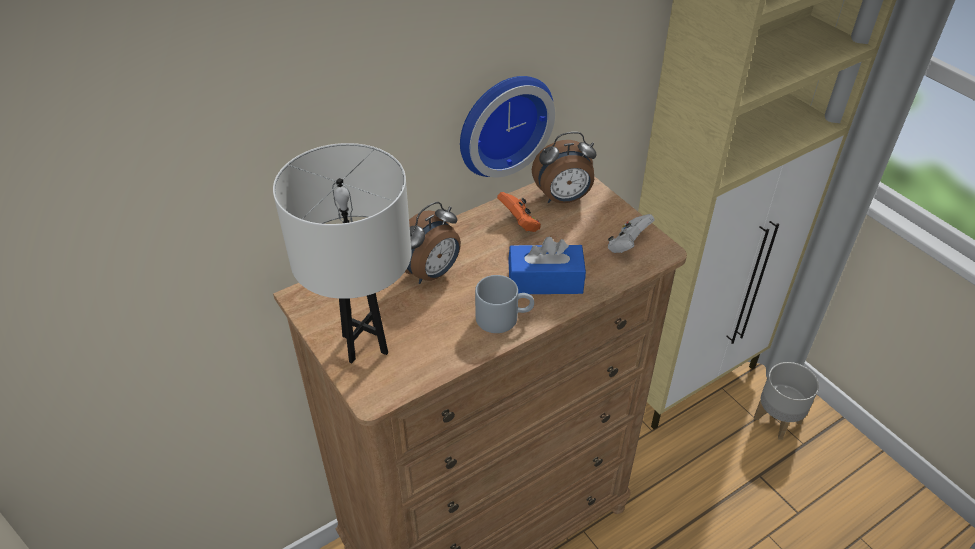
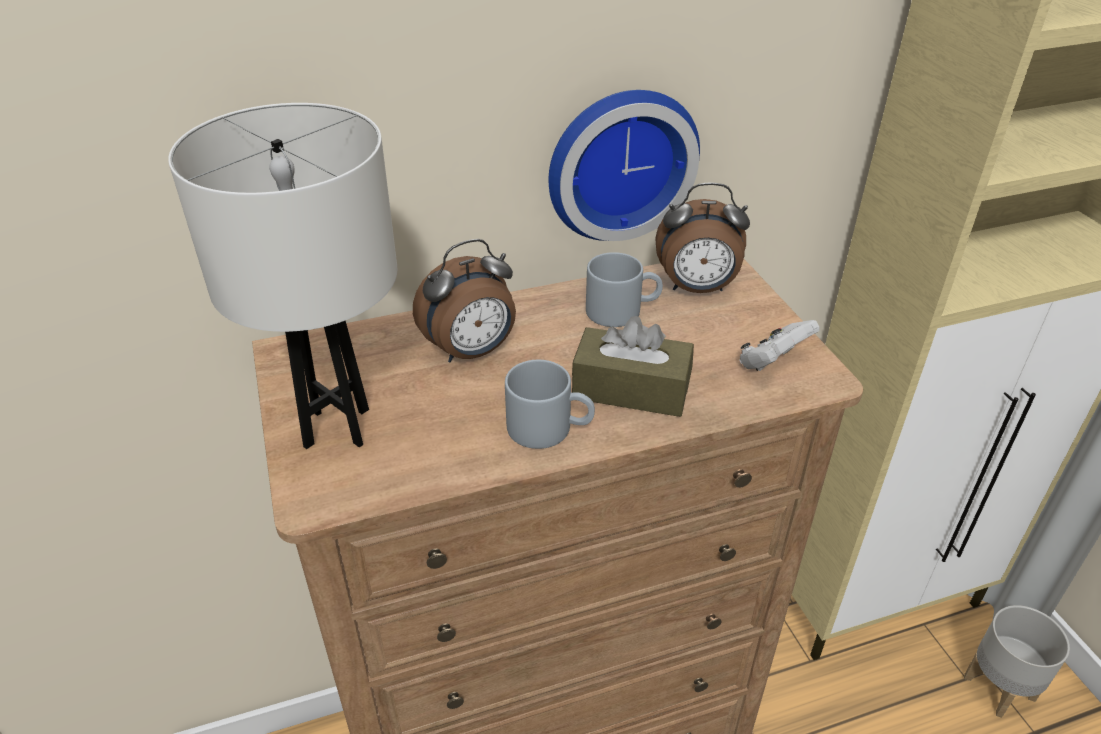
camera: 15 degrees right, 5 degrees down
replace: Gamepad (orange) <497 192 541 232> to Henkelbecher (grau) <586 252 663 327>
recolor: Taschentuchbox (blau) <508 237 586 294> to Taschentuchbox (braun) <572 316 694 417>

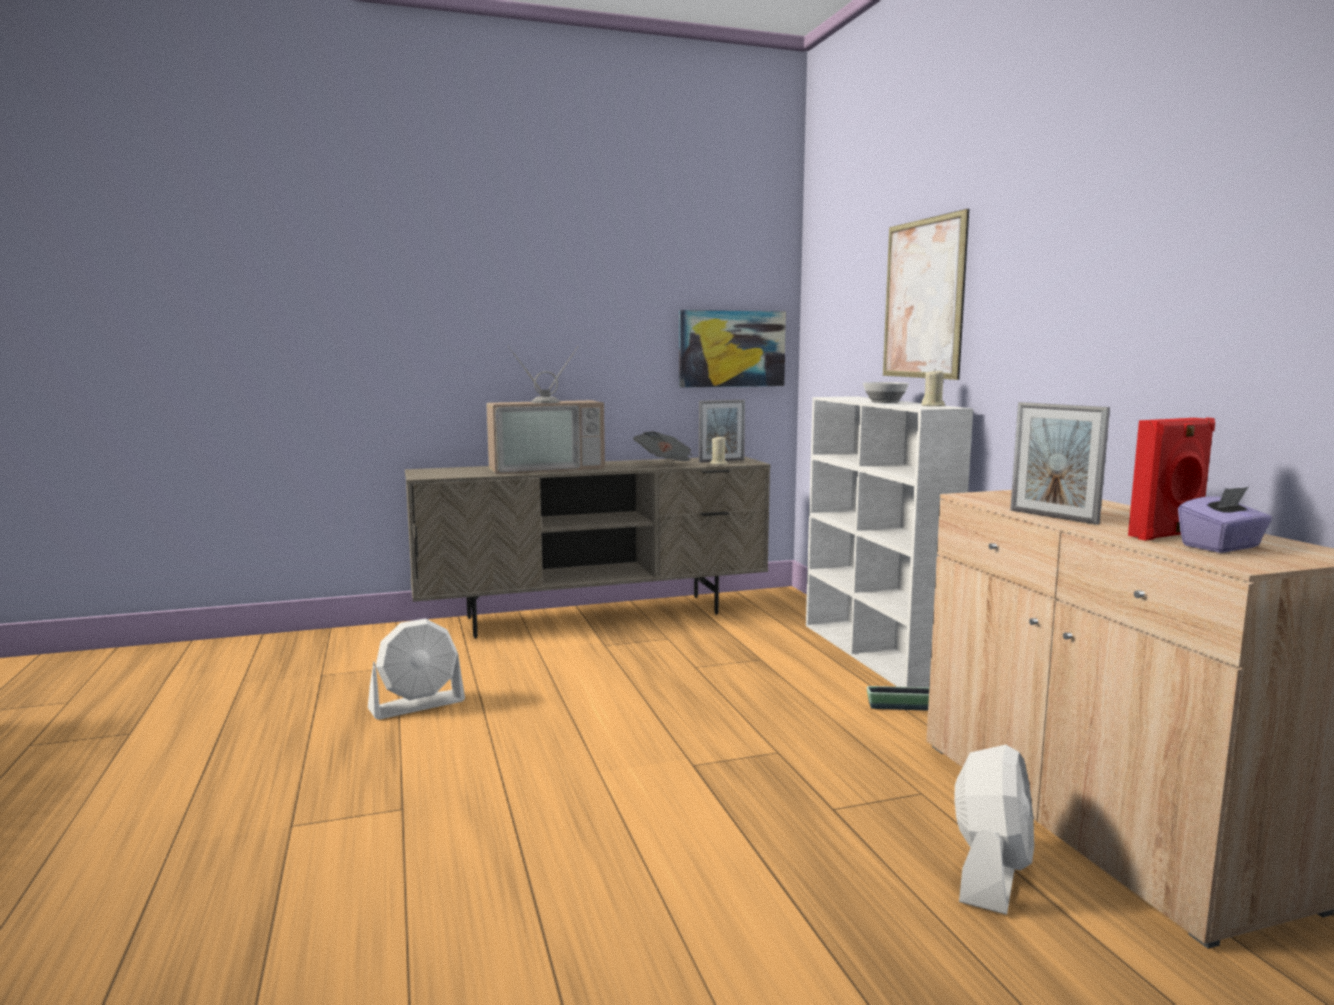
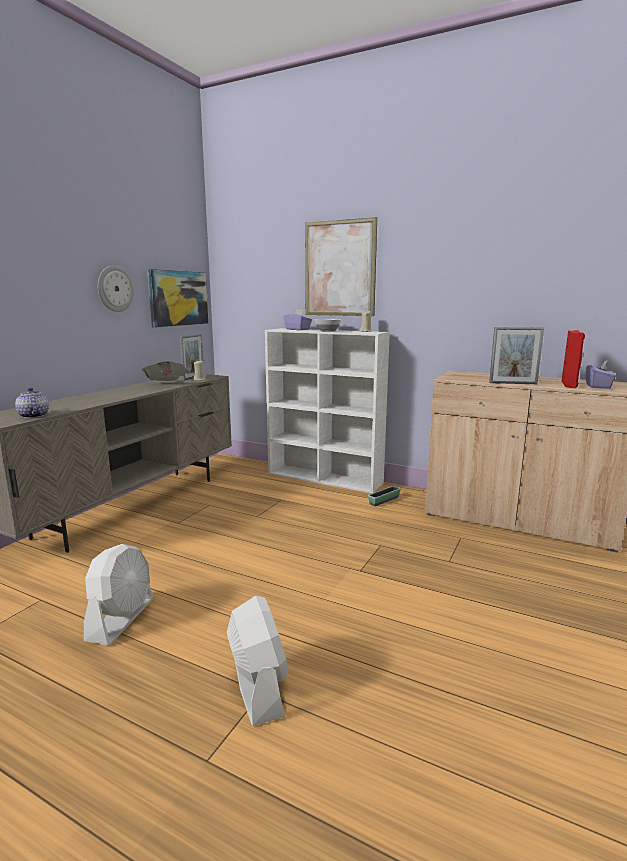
camera: 45 degrees left, 5 degrees up
delete: Fernseher <486 346 605 474>
insert: Wanduhr <98 265 134 312>; Taschentuchbox (lila) <284 309 312 330>; Teekanne <15 388 49 418>
move: Ventilator (weiß) <954 745 1034 915> to <227 596 289 726>

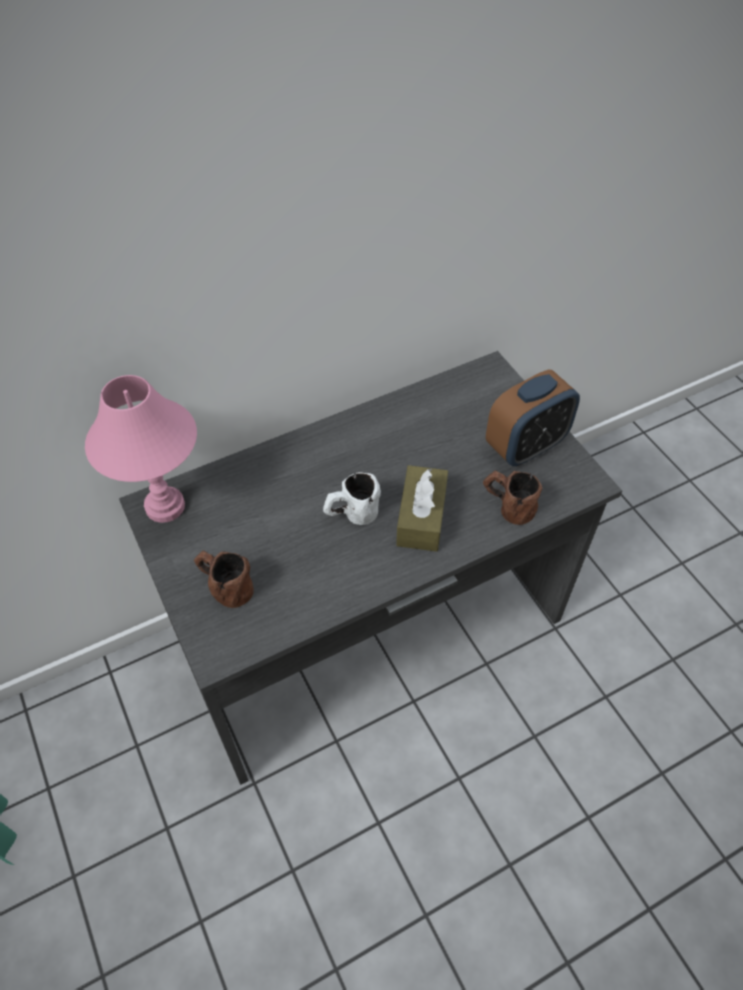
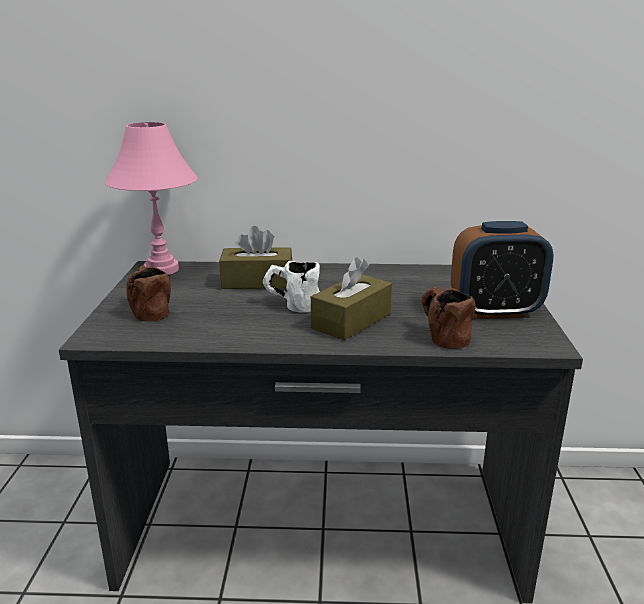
camera: 30 degrees right, 30 degrees down
insert: Taschentuchbox (braun) <219 226 292 289>

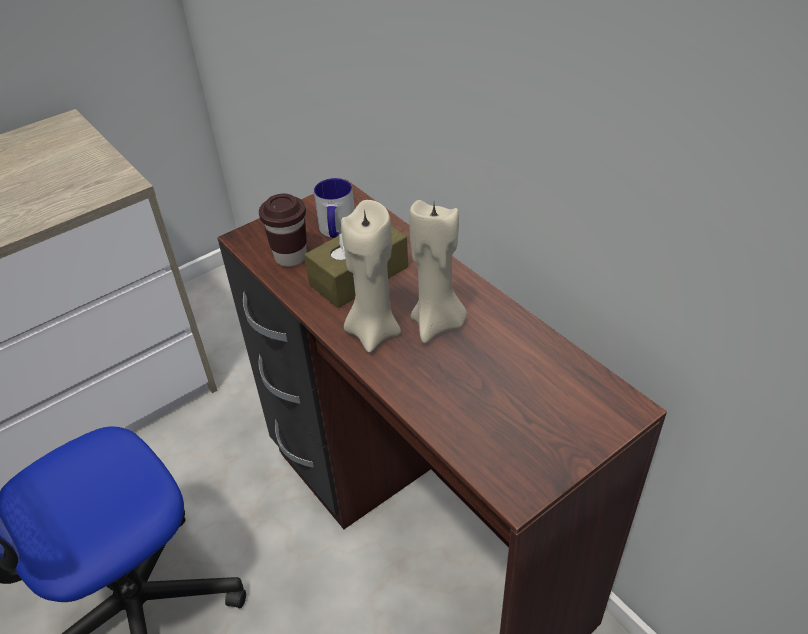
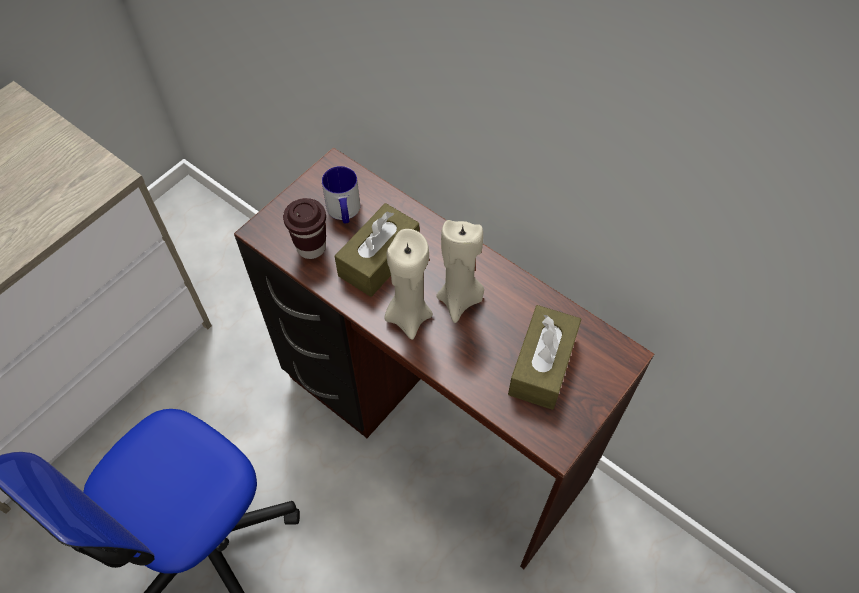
camera: 15 degrees left, 15 degrees up
insert: Taschentuchbox (braun) <508 305 582 410>

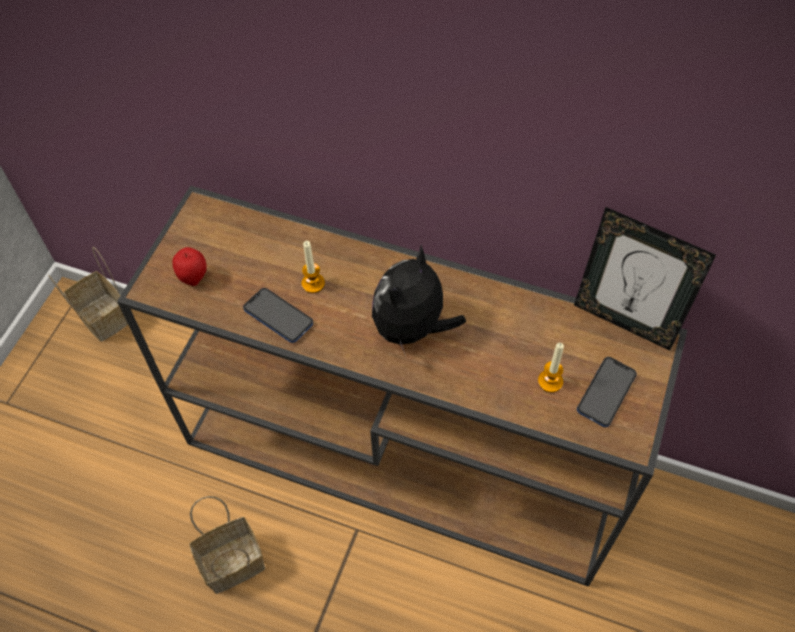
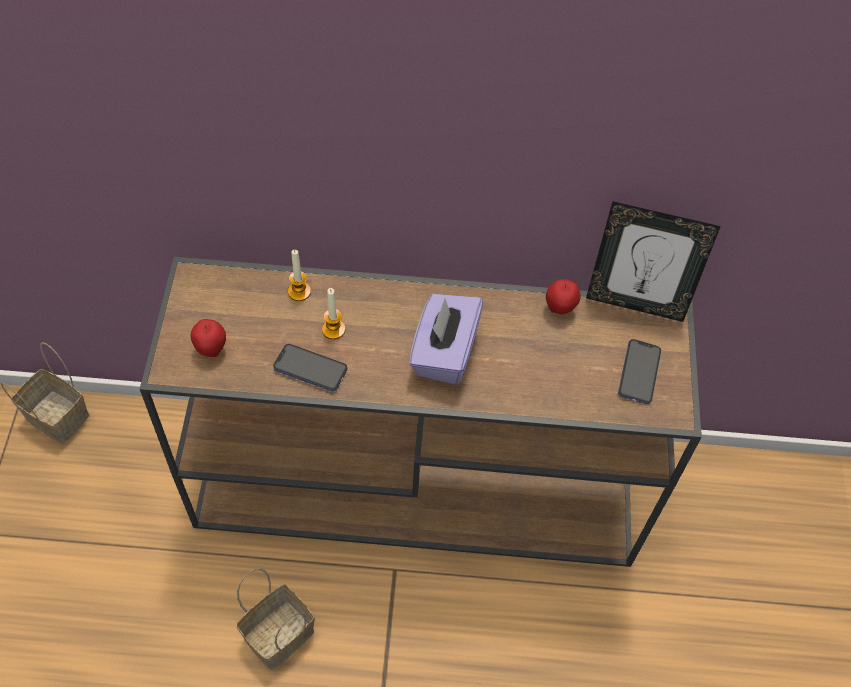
camera: 20 degrees left, 0 degrees up
insert: Apfel <546 279 581 314>
move: Kerze <538 343 564 393> to <288 250 311 301>
replace: Plüschtier <372 245 466 356> to Taschentuchbox (lila) <409 294 483 385>

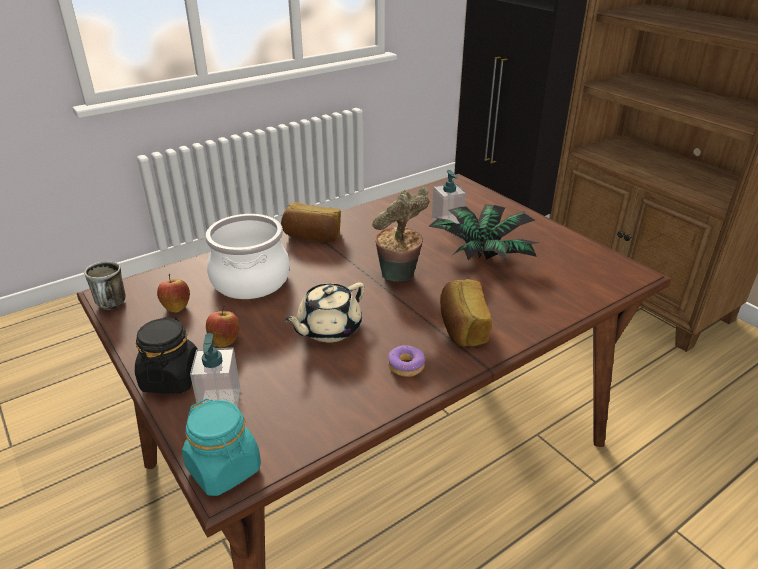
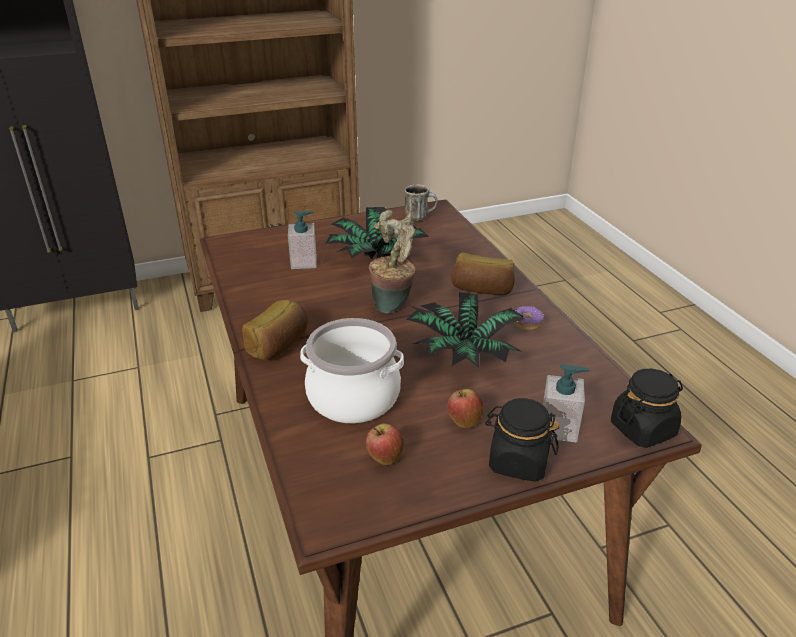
camera: 75 degrees left, 0 degrees up
move: Henkelbecher <84 261 126 310> to <404 184 437 222>
replace: Teekanne (beige) <284 282 365 343> to Topfpflanze <406 292 524 367>
recolor: Vorratsglas (türkis) <182 398 261 496> to Vorratsglas (schwarz) <611 369 683 448>

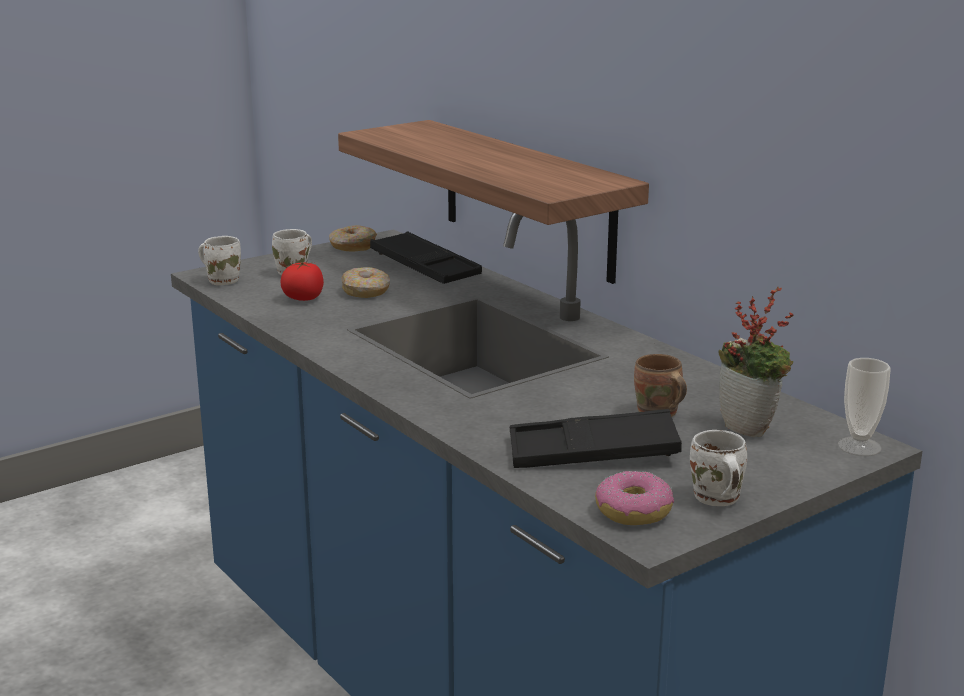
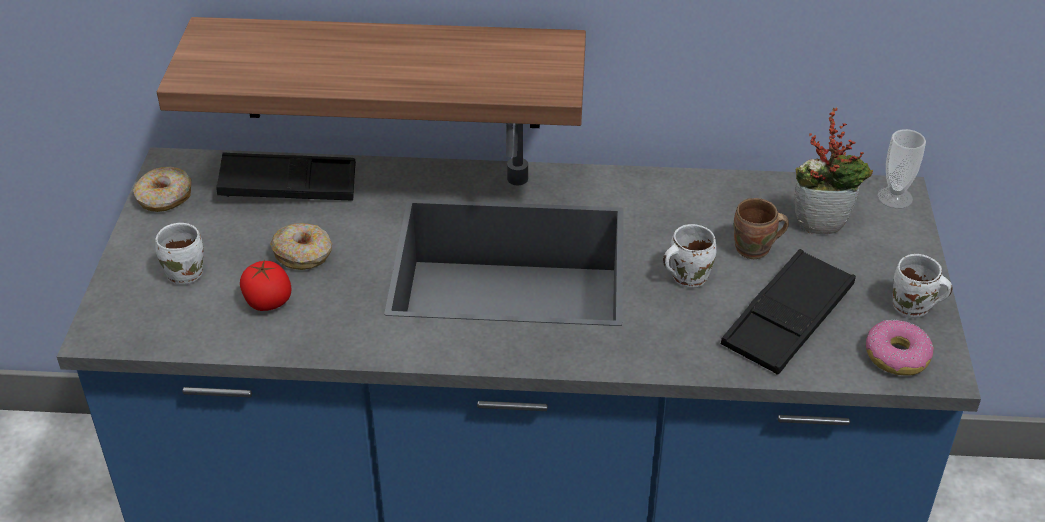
camera: 50 degrees left, 20 degrees up
move: Henkelbecher (weiß) <198 236 241 286> to <663 224 716 288>

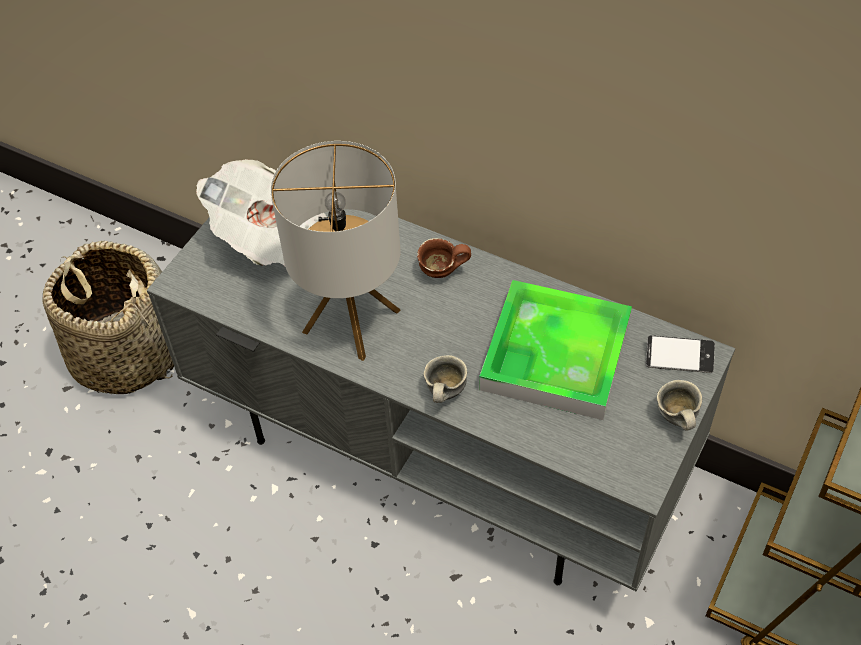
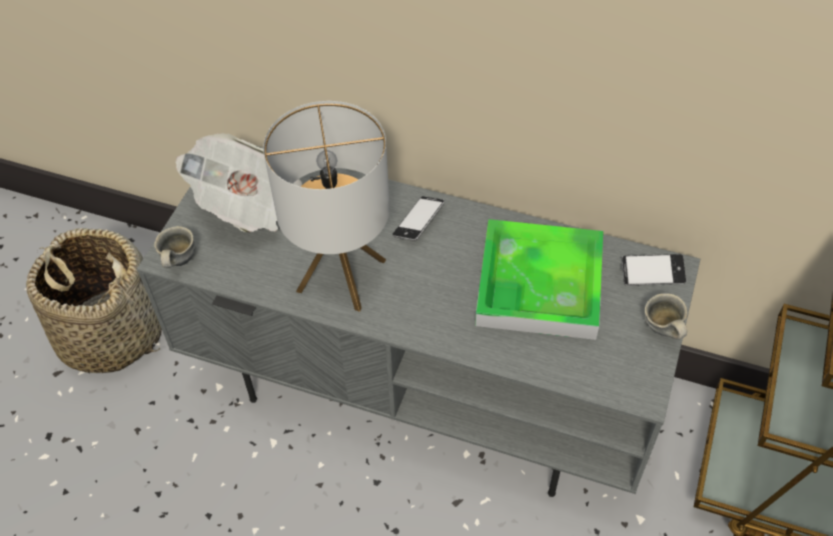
camera: 10 degrees left, 0 degrees up
move: Henkelbecher (grau) <423 355 467 403> to <154 226 195 268>
replace: Henkelbecher (braun) <417 238 471 278> to Handy <392 196 445 241>

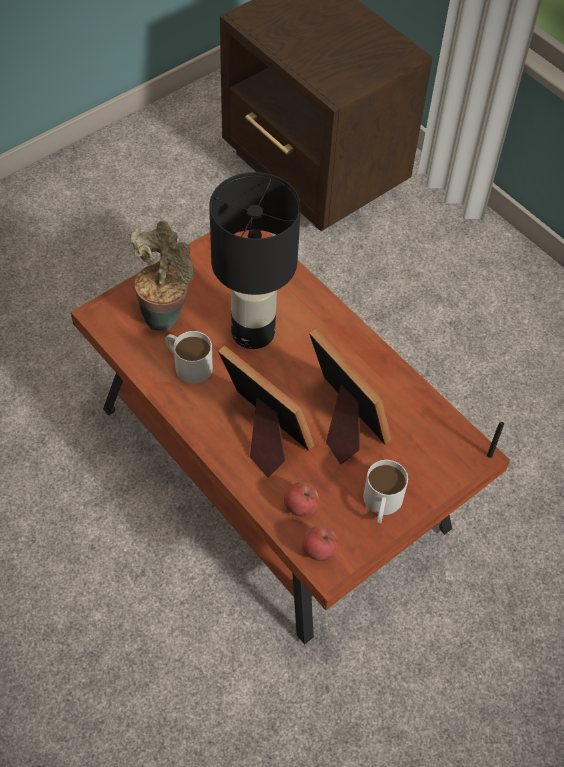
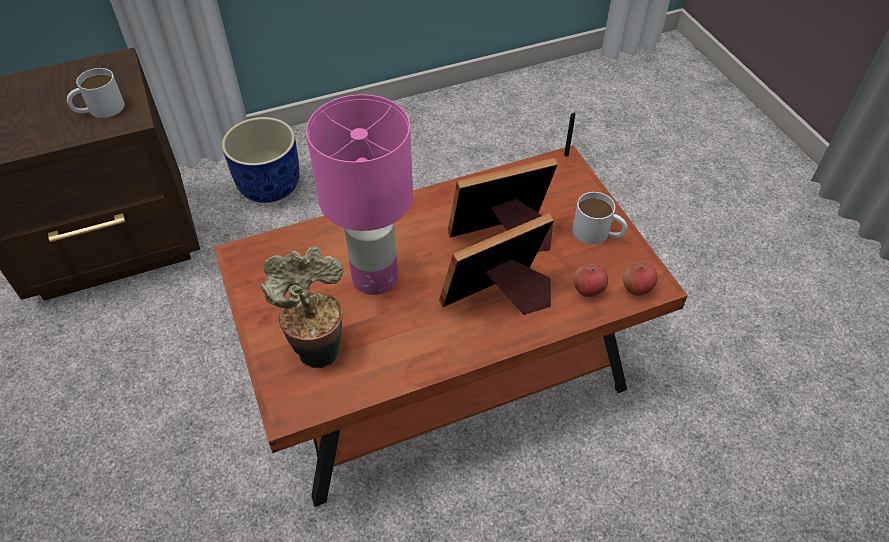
camera: 70 degrees left, 5 degrees down
insert: Pflanzkübel (blau) <222 117 299 203>
move: Henkelbecher (weiß) <165 331 213 383> to <67 68 125 118>
recolor: Tischlampe (schwarz) <210 172 301 349> to Tischlampe (rosa) <306 94 413 295>

